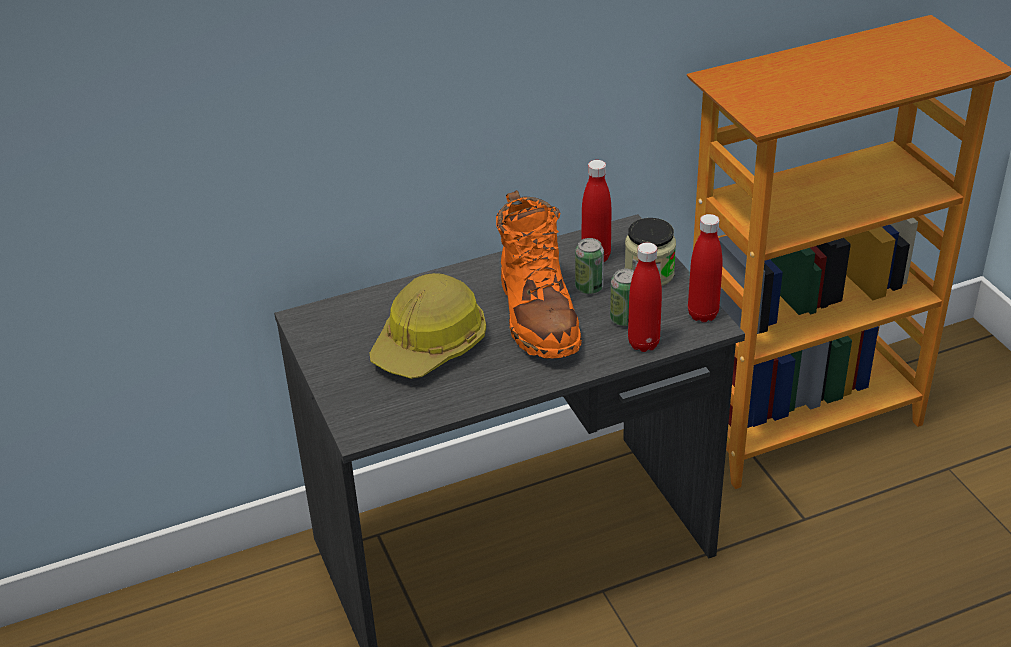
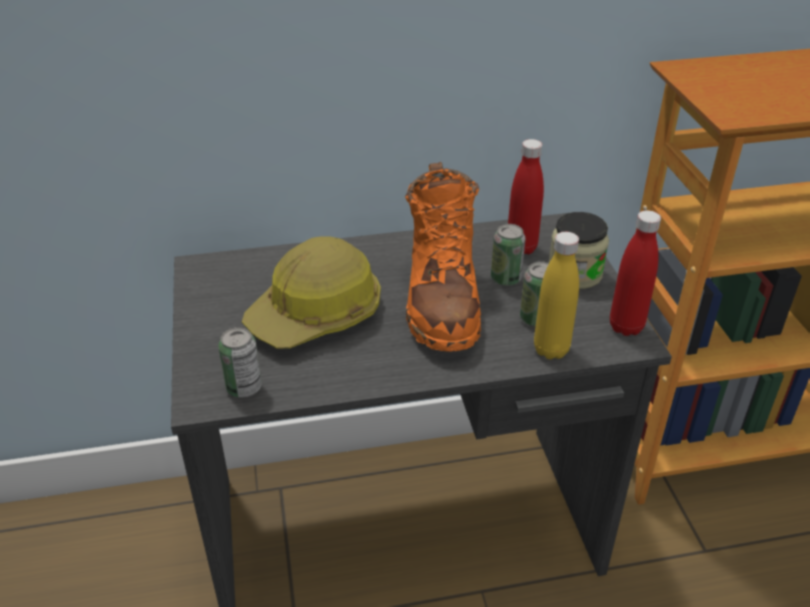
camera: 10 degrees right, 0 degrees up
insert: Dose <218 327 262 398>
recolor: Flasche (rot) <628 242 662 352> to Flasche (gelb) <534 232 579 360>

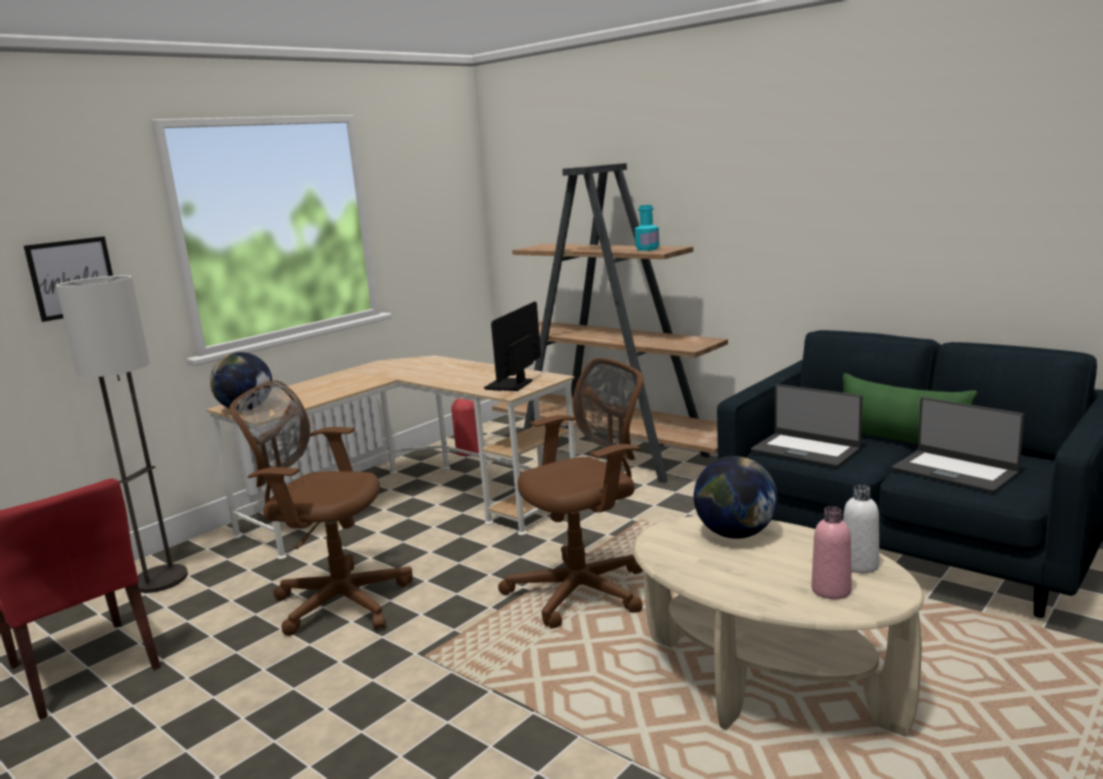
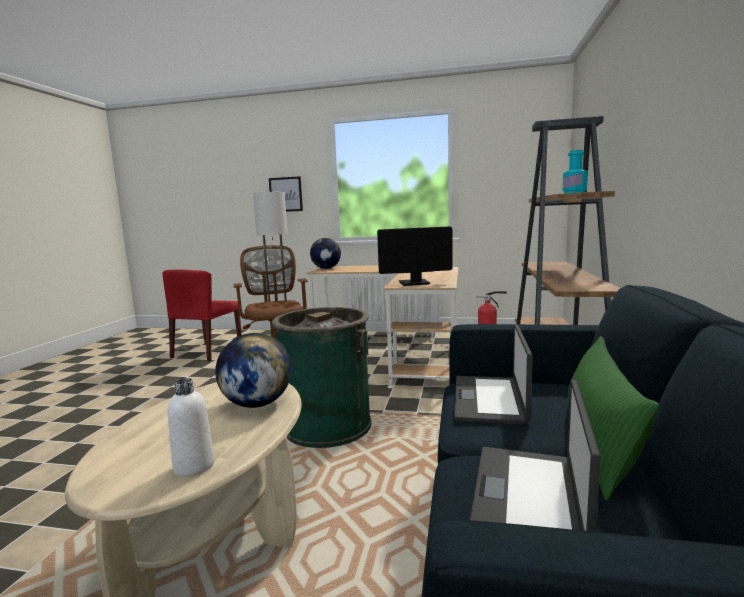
camera: 60 degrees right, 5 degrees down
delete: Flasche (rosa) <812 506 852 599>
replace: Bürostuhl (braun) <498 358 644 628> to Mülleimer (grün) <272 307 371 448>

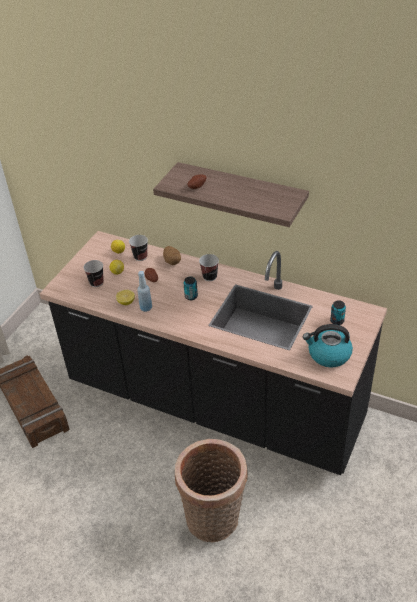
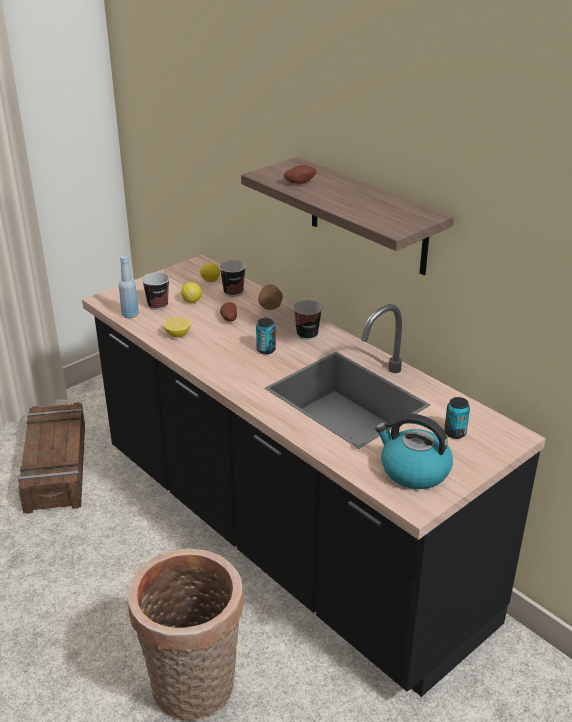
camera: 20 degrees right, 10 degrees down
move: Flasche (blau) <137 271 152 312> to <119 255 139 318>

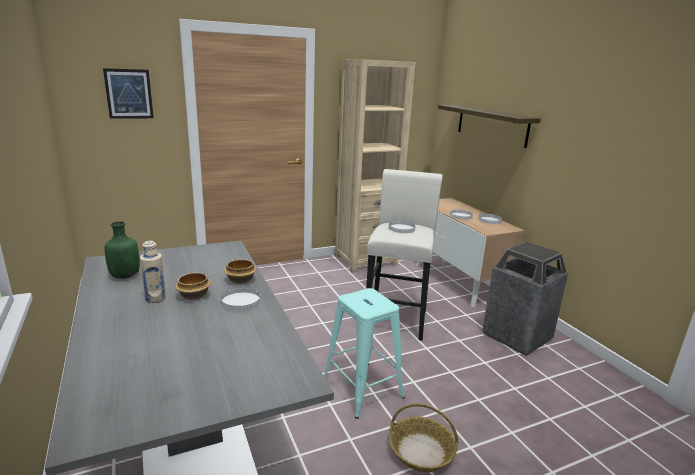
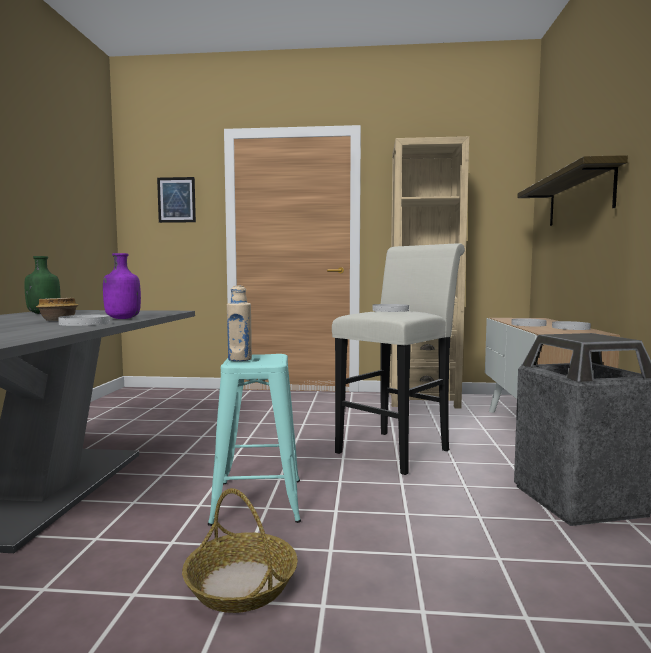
camera: 30 degrees right, 15 degrees down
move: Flasche (beige) <140 241 166 303> to <227 286 252 361>
replace: Schüssel <224 259 256 284> to Flasche (lila) <103 253 141 319>

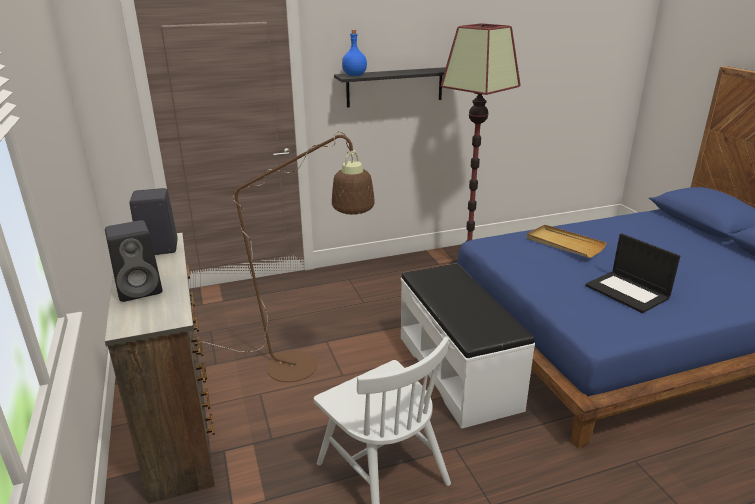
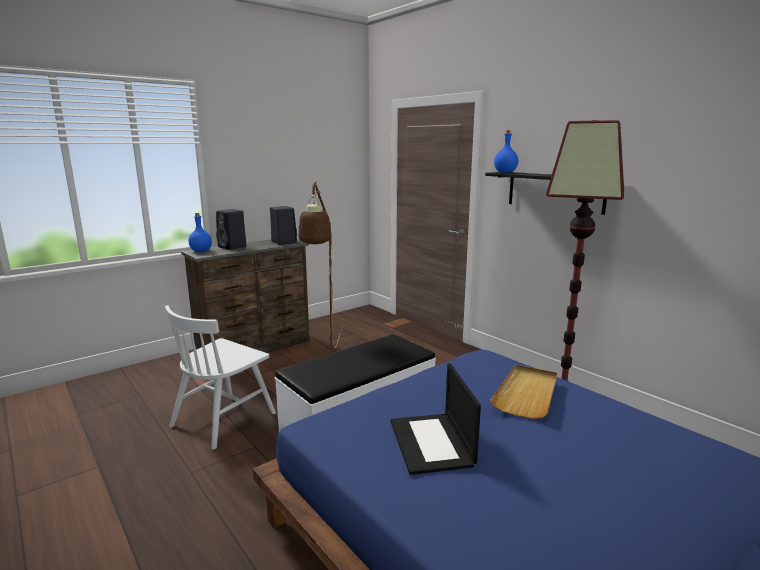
camera: 70 degrees right, 10 degrees down
insert: Flasche (blau) <189 213 212 252>
rotate: Laptop <585 233 680 313> = <390 363 481 475> 45 degrees counterclockwise

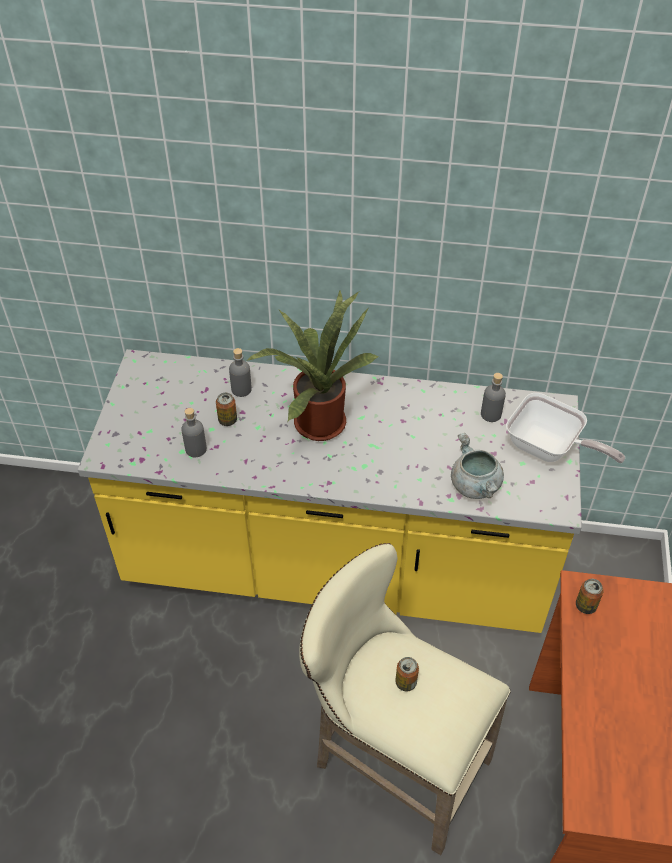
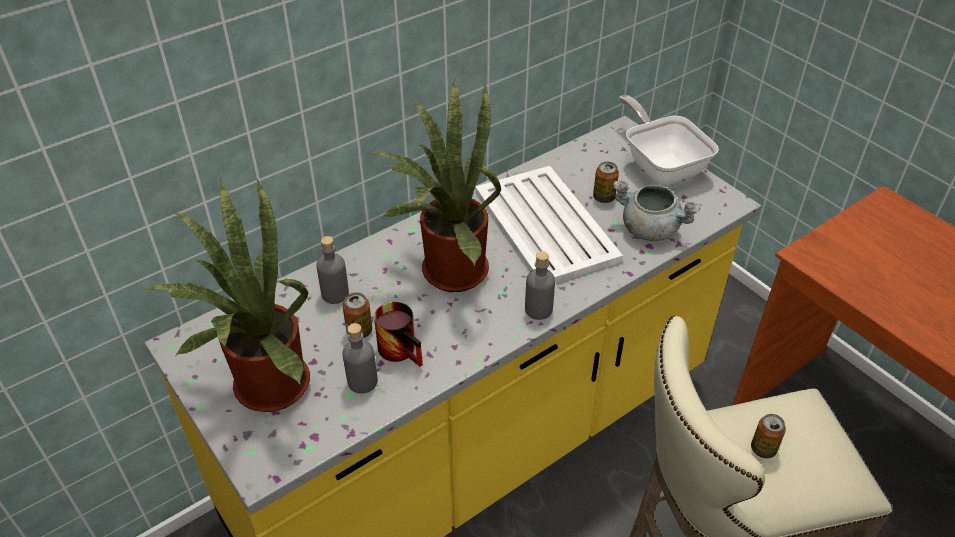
camera: 45 degrees left, 5 degrees down
insert: Tablett (weiß) <475 166 623 283>; Topfpflanze <142 178 310 412>; Henkelbecher <374 302 423 367>
move: Flasche (grau) <481 373 506 422> to <525 251 555 320>; Dose <576 579 604 614> to <593 162 619 203>
rotate: Pfanne <506 393 625 463> = <619 95 719 185> 105 degrees counterclockwise

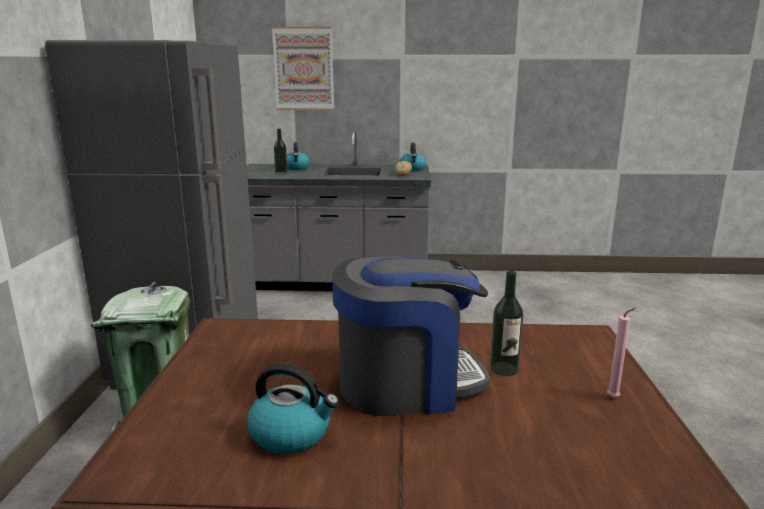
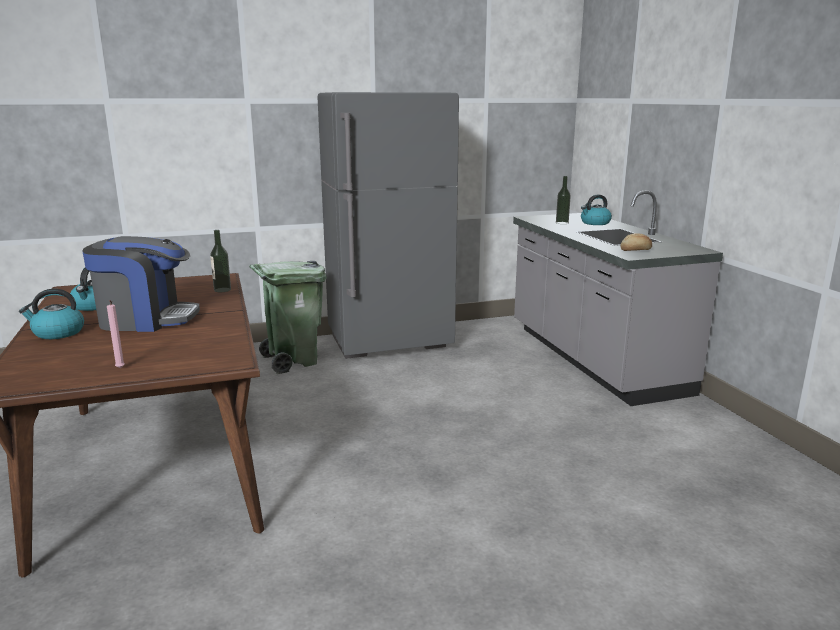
camera: 70 degrees right, 0 degrees up
delete: Bild <272 27 334 110>
move: Wasserkessel <399 143 427 171> to <19 289 84 339>; Flasche <490 271 523 376> to <210 230 231 292>
rotate: Kaffeemaschine <332 256 490 416> = <83 236 200 332> 60 degrees counterclockwise

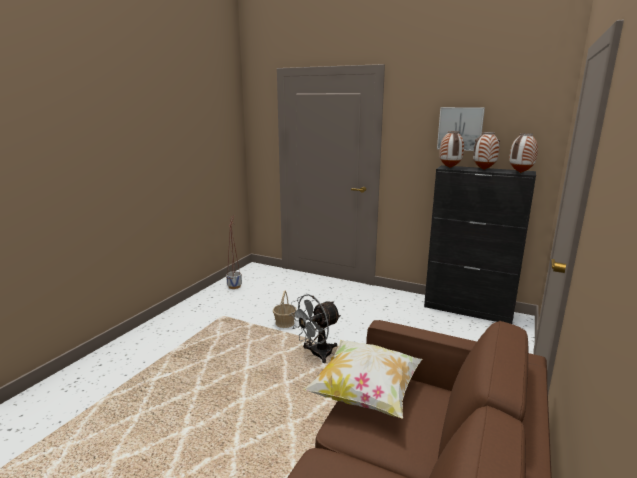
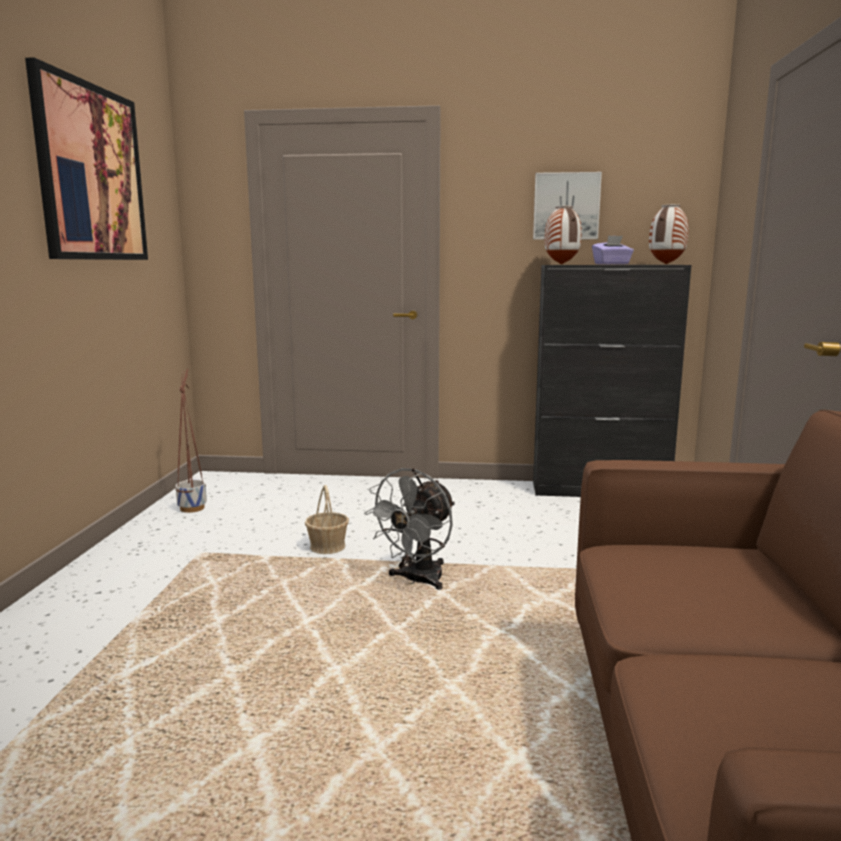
camera: 20 degrees left, 5 degrees down
delete: Kissen <303 340 422 419>
insert: Bild <25 57 148 260>
replace: Vase <473 132 500 170> to Taschentuchbox (lila) <592 235 634 265>

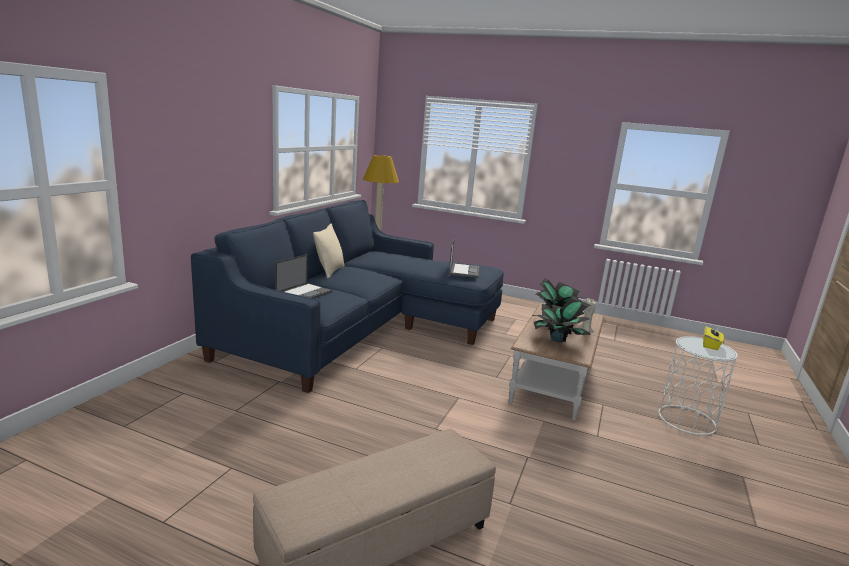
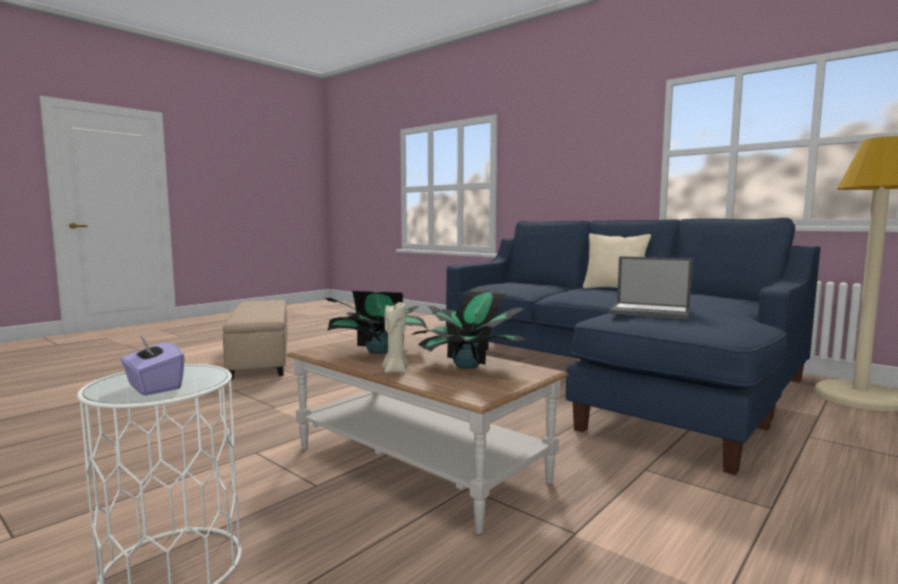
camera: 110 degrees right, 10 degrees down
delete: Laptop <275 254 332 299>
recolor: Taschentuchbox (gelb) <703 327 724 350> to Taschentuchbox (lila) <120 334 185 396>

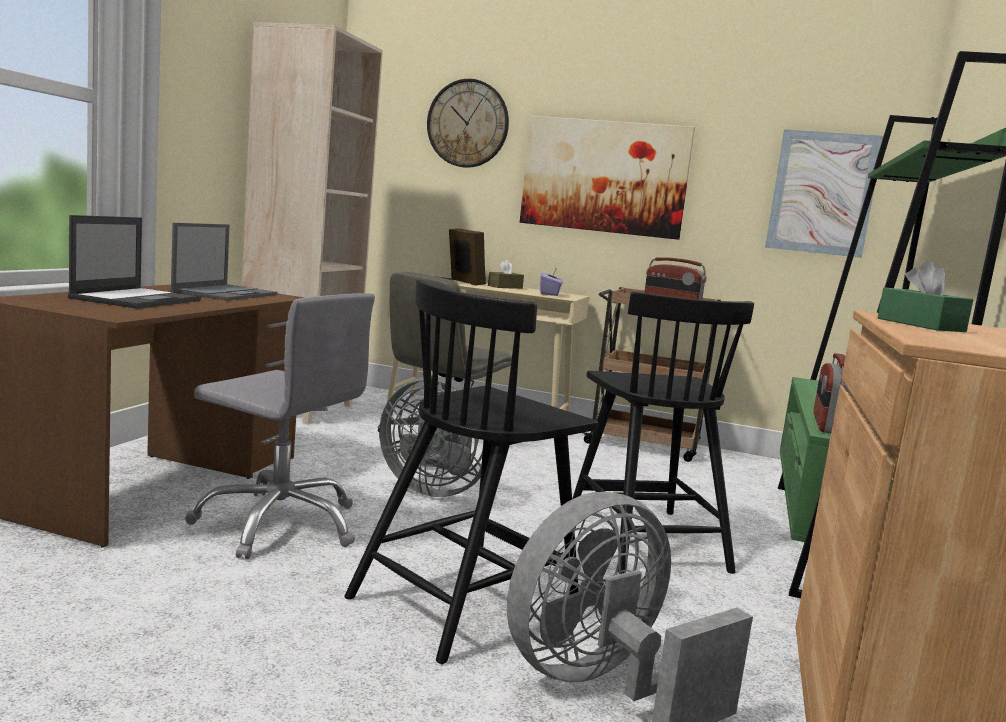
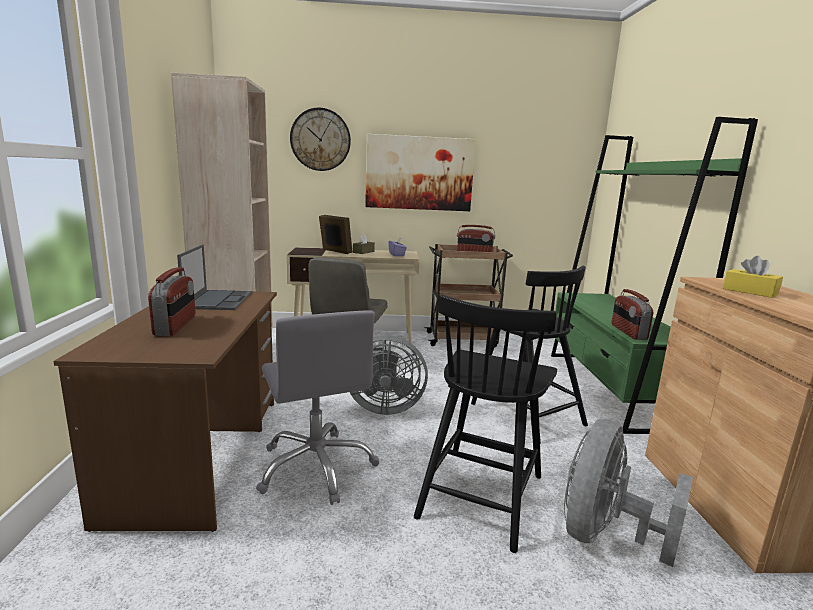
camera: 20 degrees left, 5 degrees up
delete: Bild <765 129 883 258>
replace: Laptop <68 215 201 309> to Radio <148 267 196 336>
recolor: Taschentuchbox (grün) <878 261 973 332> to Taschentuchbox (gelb) <723 256 783 298>
rotate: Bürostuhl (grau) <185 293 375 559> = <256 310 379 505> 60 degrees clockwise

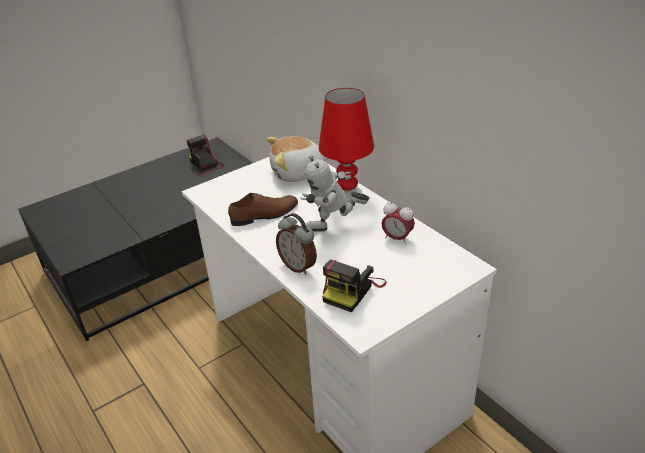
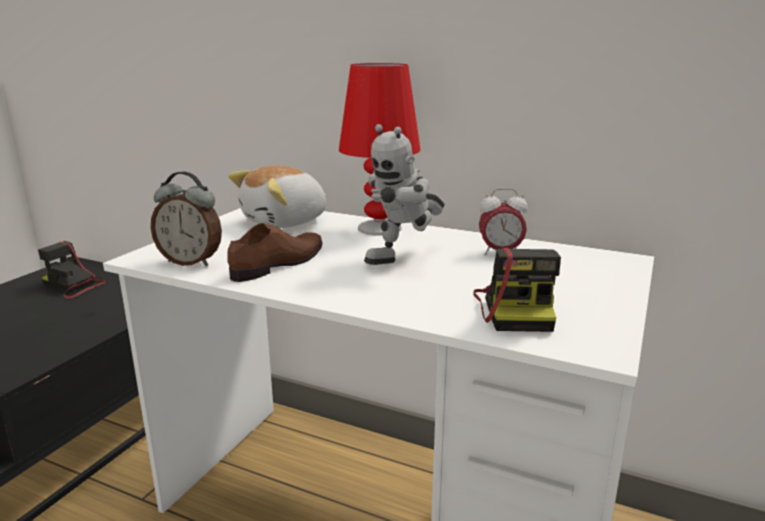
camera: 30 degrees left, 15 degrees down
move: Wecker <276 213 317 275> to <151 171 222 267>

